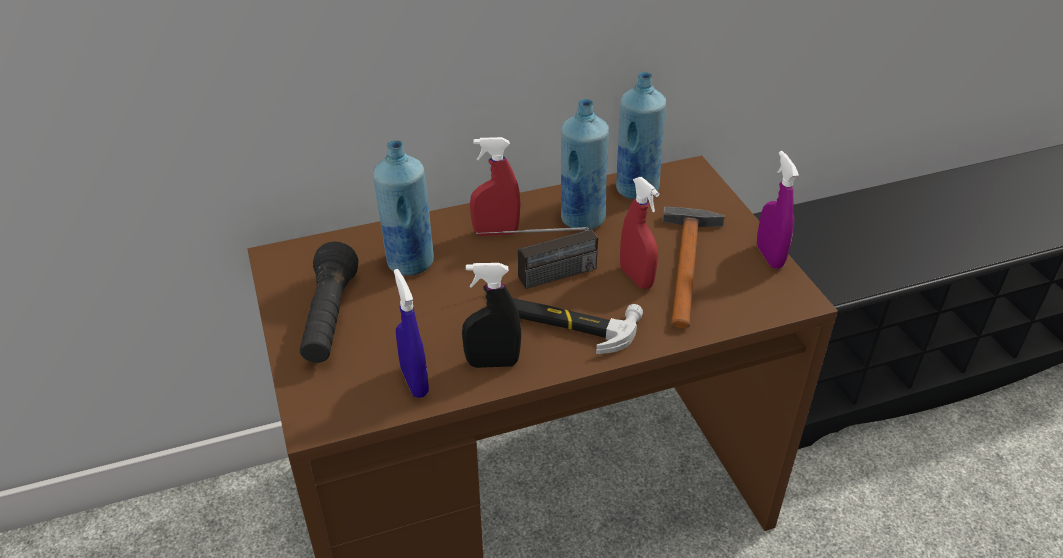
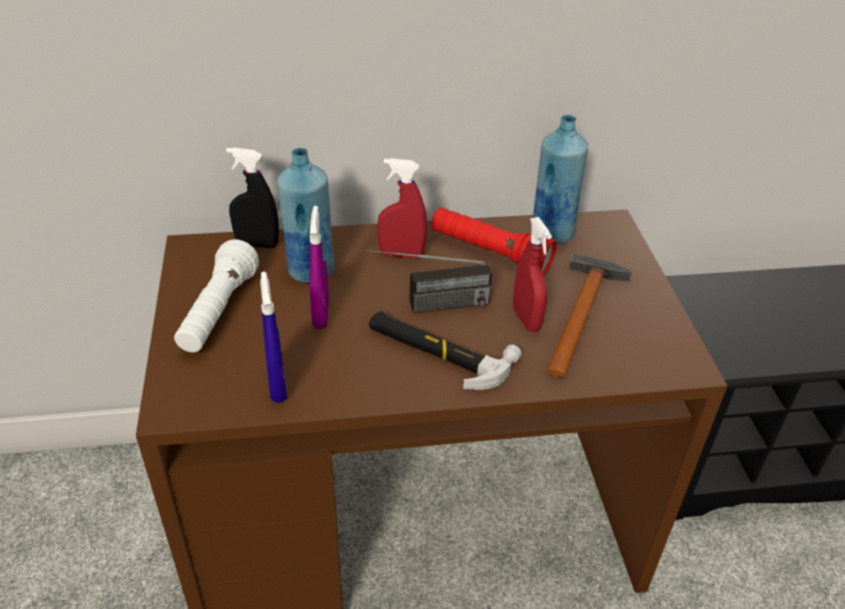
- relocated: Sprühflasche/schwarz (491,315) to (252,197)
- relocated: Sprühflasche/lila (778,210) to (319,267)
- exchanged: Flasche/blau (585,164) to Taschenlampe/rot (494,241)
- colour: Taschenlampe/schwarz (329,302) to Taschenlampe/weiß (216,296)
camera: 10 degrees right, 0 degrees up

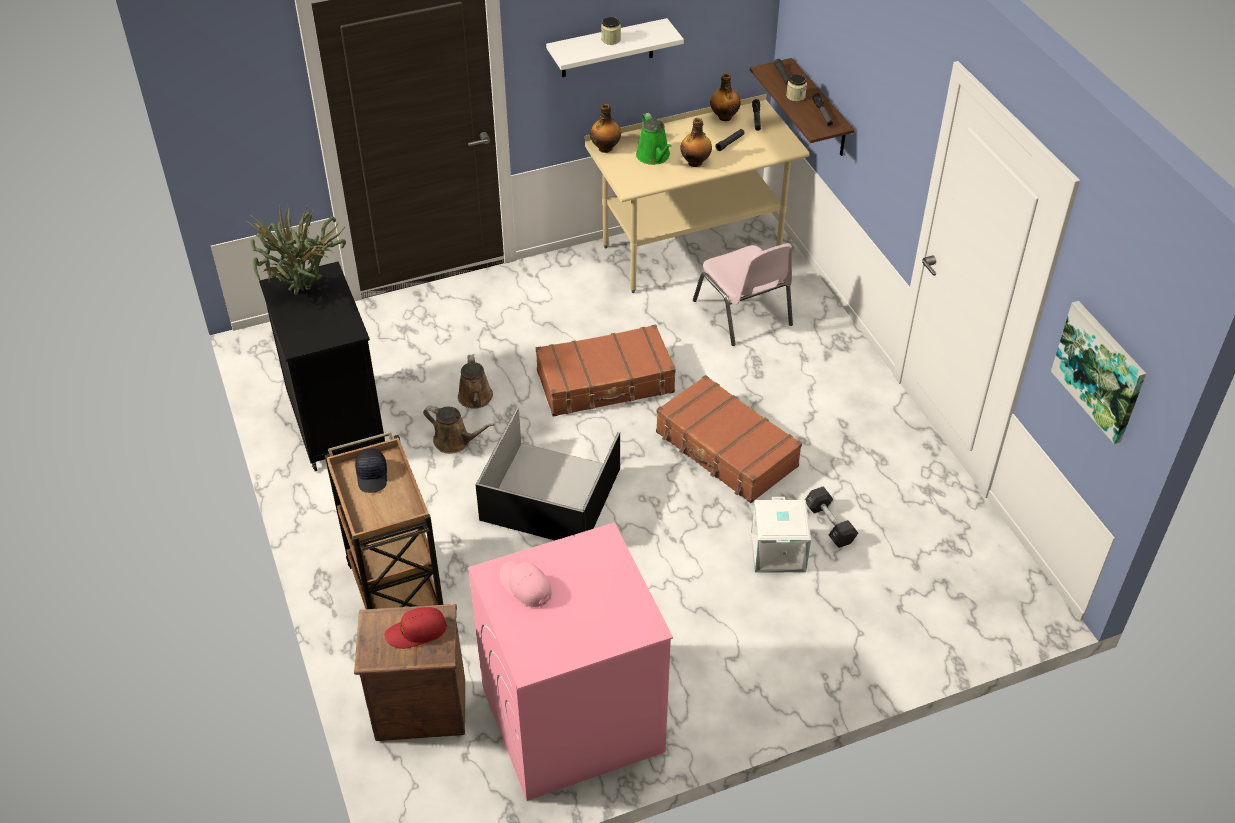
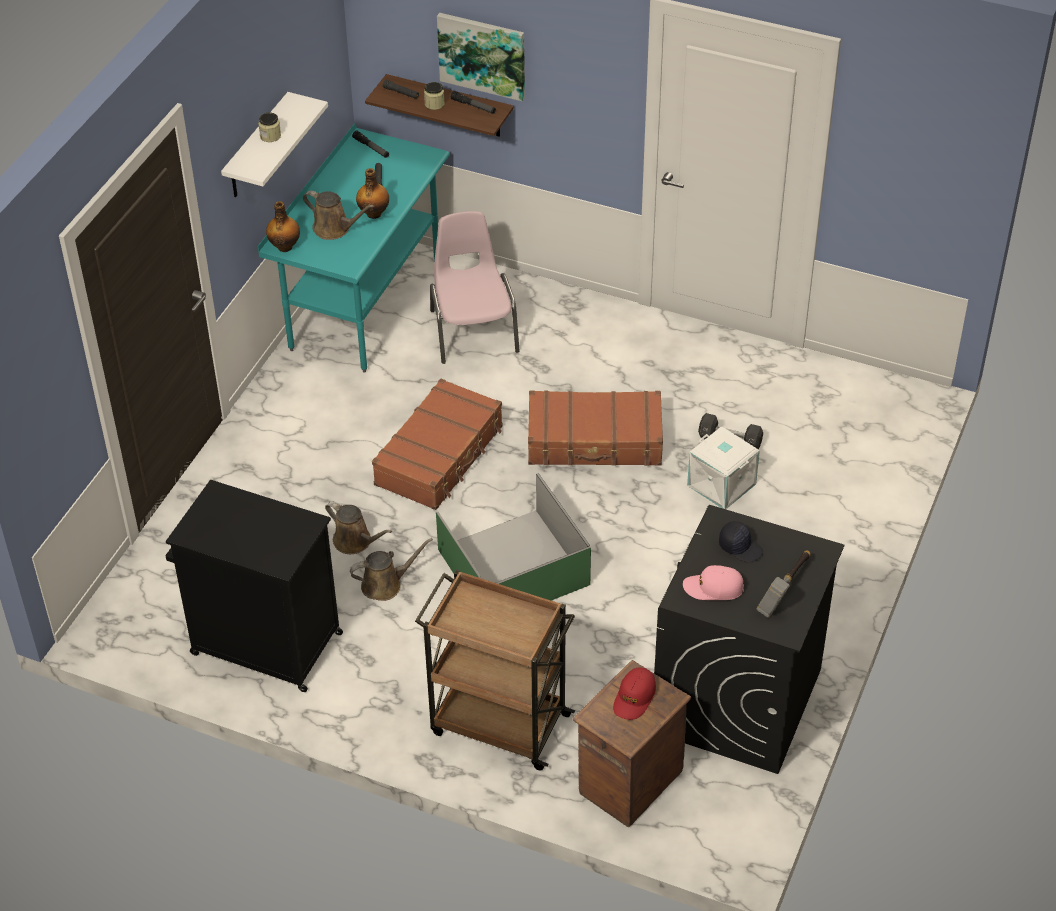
- missing: Topfpflanze (296,250)
- missing: Flasche (725,97)
- appeared: Hammer (783,584)
- relocated: Kappe/schwarz (371,470) to (741,542)
- relocated: Bild (1098,372) to (481,57)
- colour: Waschmaschine/rosa (570,661) to Waschmaschine/schwarz (749,639)
- colour: Aufbewahrungsbox/schwarz (547,474) to Aufbewahrungsbox/grün (513,537)
- colour: Schreibtisch/beige (697,193) to Schreibtisch/türkis (354,247)
- colour: Gießkanne/grün (654,139) to Gießkanne/braun (338,215)
- spun: Stuhl/rosa (743,294) = (475,287) 120 degrees counterclockwise
camera: 45 degrees left, 0 degrees up

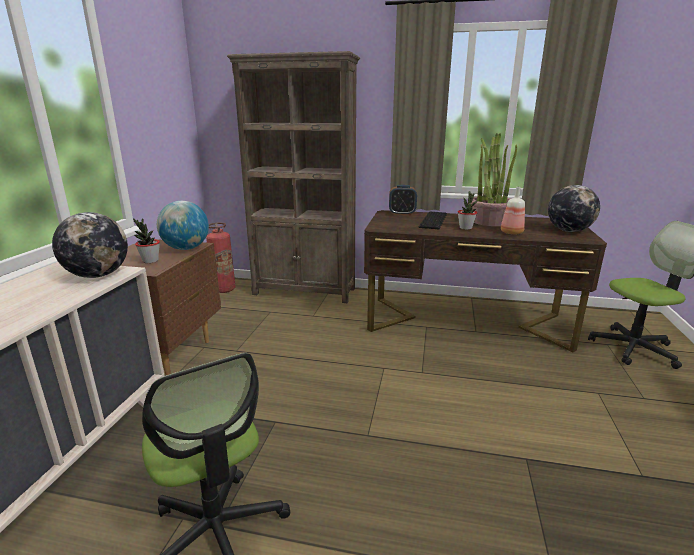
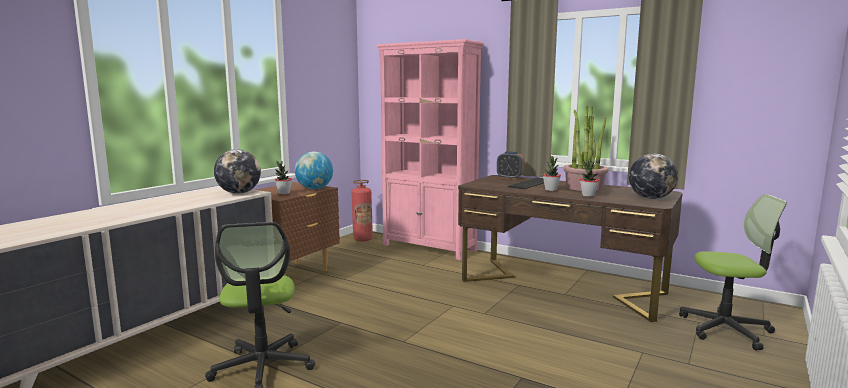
- exchanged: Flasche (513,211) to Topfpflanze (589,178)
- colour: Bücherregal/braun (293,177) to Bücherregal/rosa (430,149)
camera: 20 degrees right, 10 degrees down

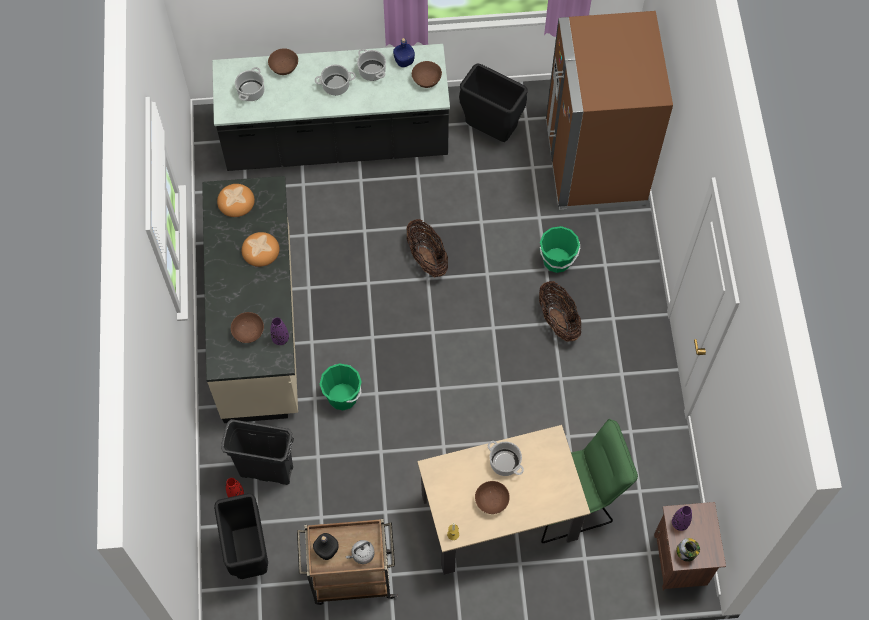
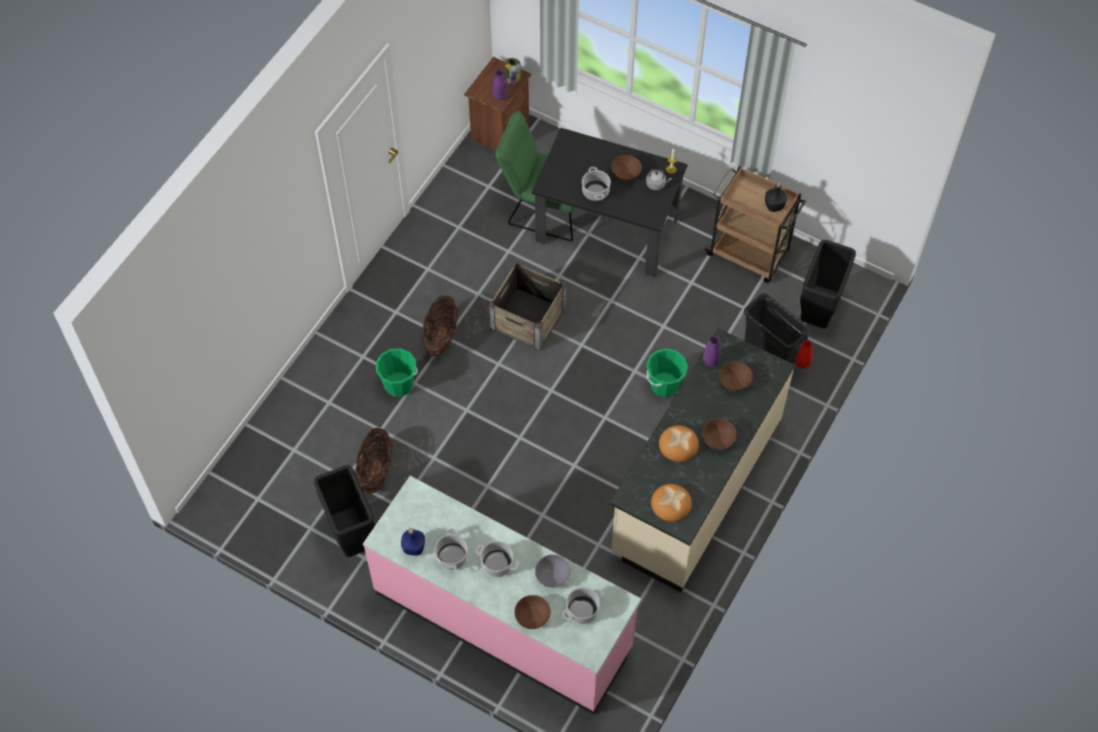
- missing: Kühlschrank/braun (609,111)
- appeared: Kiste (527,306)
- appeared: Schüssel/grau (553,571)
- relocated: Wasserkessel/grau (360,552) to (659,180)
- relocated: Korb (427,248) to (373,461)
- relocated: Schüssel/braun (427,74) to (719,434)
- colour: Küchenzeile/schwarz (331,107) to Küchenzeile/rosa (502,595)
- colour: Esstisch/beige (503,500) to Esstisch/schwarz (610,202)
camera: 145 degrees left, 5 degrees down

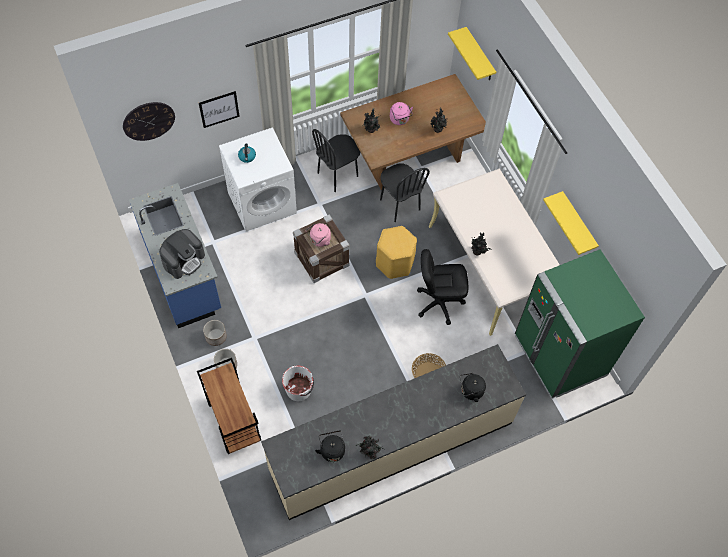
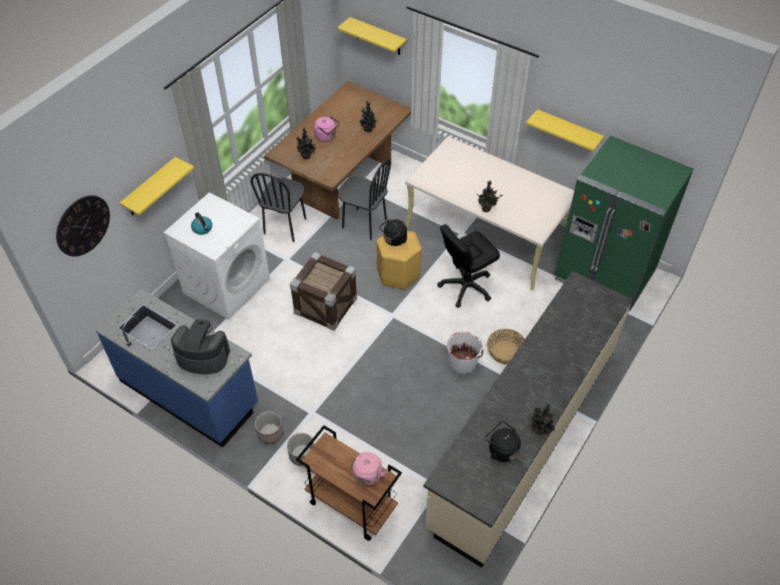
- relocated: Eimer/weiß (298,383) to (465,353)
- relocated: Wasserkessel/rosa (318,235) to (368,469)
- relocated: Wasserkessel/schwarz (473,387) to (393,232)
- exchanged: Bild (219,109) to Wandregal/gelb (157,186)
- spun: Kaffeemaschine (182,254) = (200,346) 90 degrees counterclockwise
camera: 30 degrees left, 10 degrees down

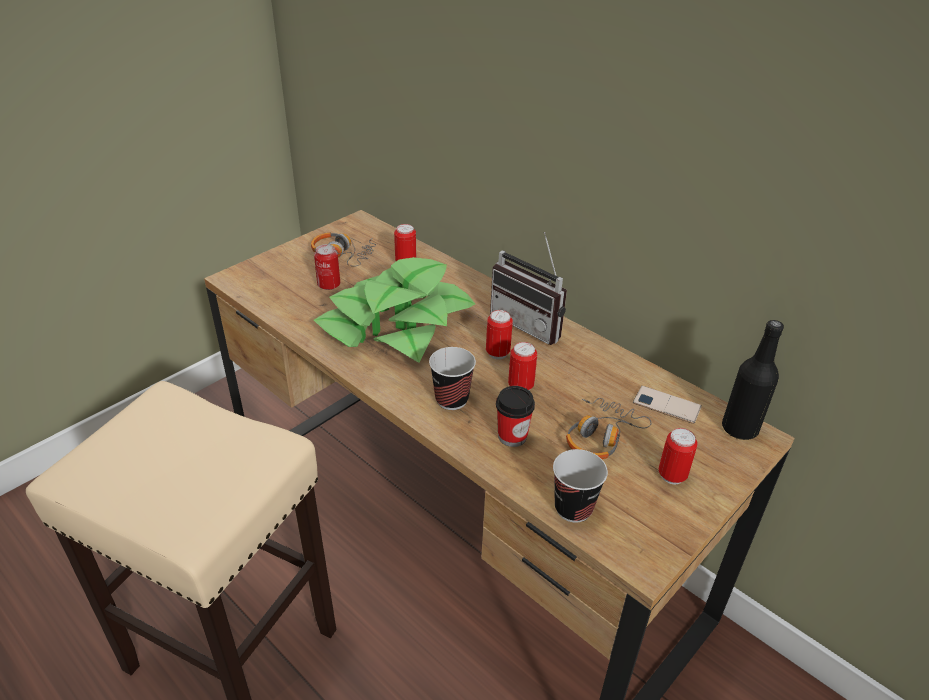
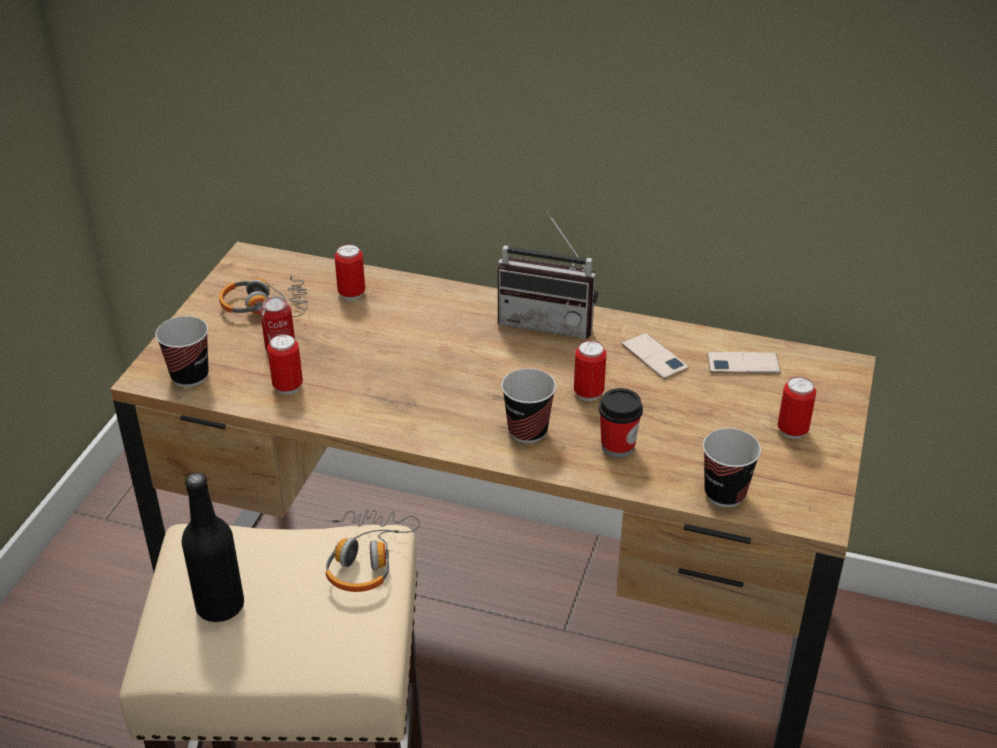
- missing: Topfpflanze (394,310)
- appeared: Tasse (182,351)
- appeared: Handy (655,356)
- relocated: Dose (499,334) to (285,364)
- relocated: Kopfhörer (608,428) to (372,551)
- relocated: Flasche/schwarz (753,380) to (213,547)
camera: 25 degrees left, 0 degrees up

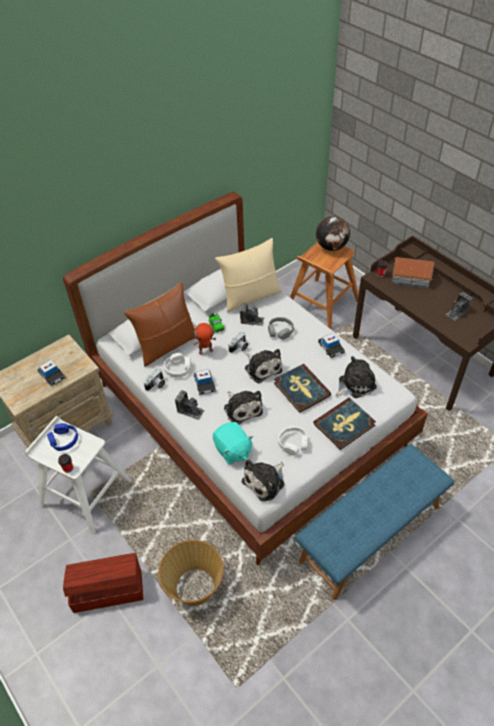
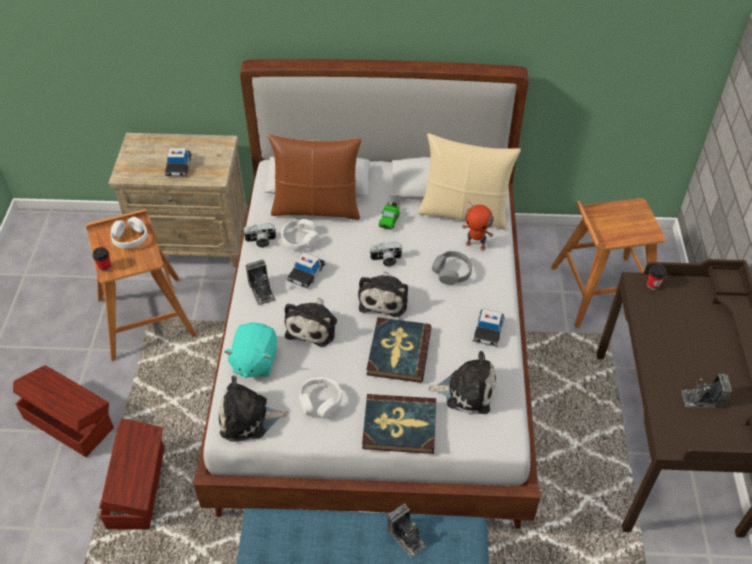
- missing: Globus (333,233)
- missing: Spielzeughaus (413,272)
- relocated: Spielzeugroboter (204,339) to (478,226)
- relocated: Kamera (252,314) to (407,531)
- exchanged: Korb (191,573) to Aufbewahrungsbox/braun (132,474)
- colour: Hocker/weiß (78,475) to Hocker/braun (141,285)
- colour: Kopfhörer/blau (62,437) to Kopfhörer/weiß (129,233)
camera: 40 degrees right, 0 degrees up

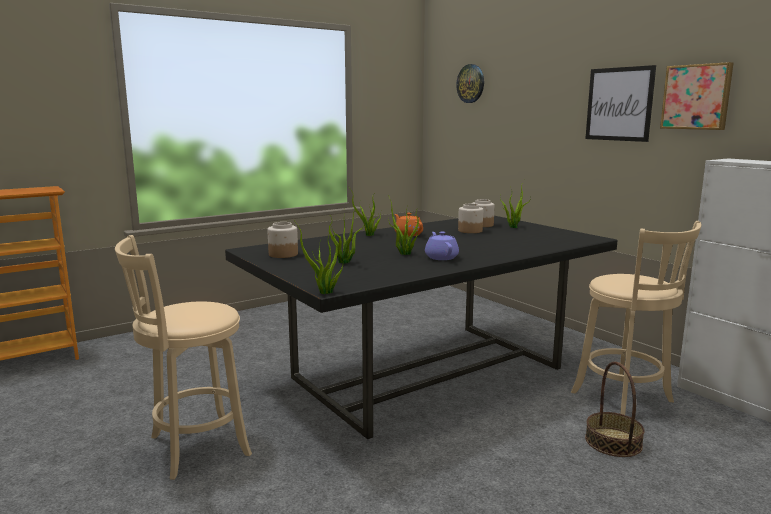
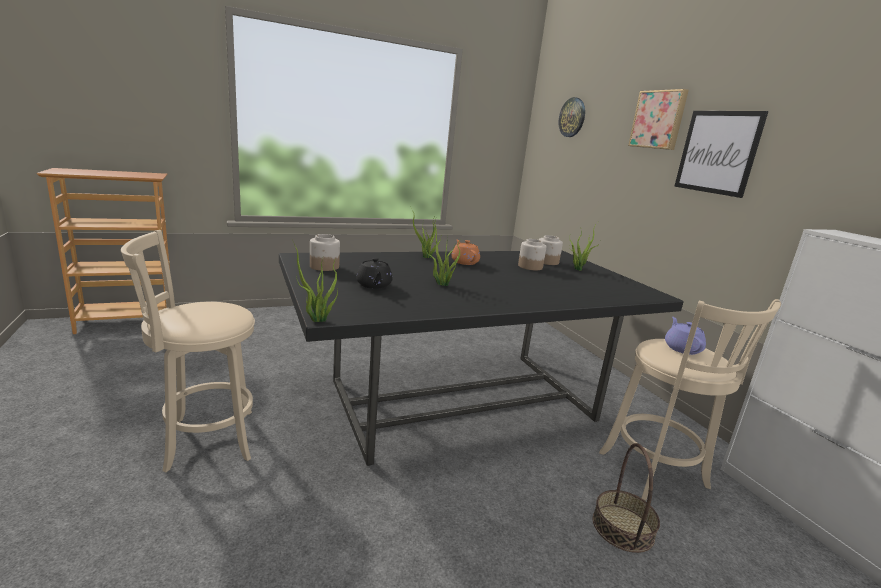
- relocated: Teekanne/lila (442,246) to (685,336)
- relocated: Bild (696,96) to (658,119)
- exchanged: Topfpflanze (346,236) to Teekanne/schwarz (374,273)
camera: 10 degrees right, 5 degrees up

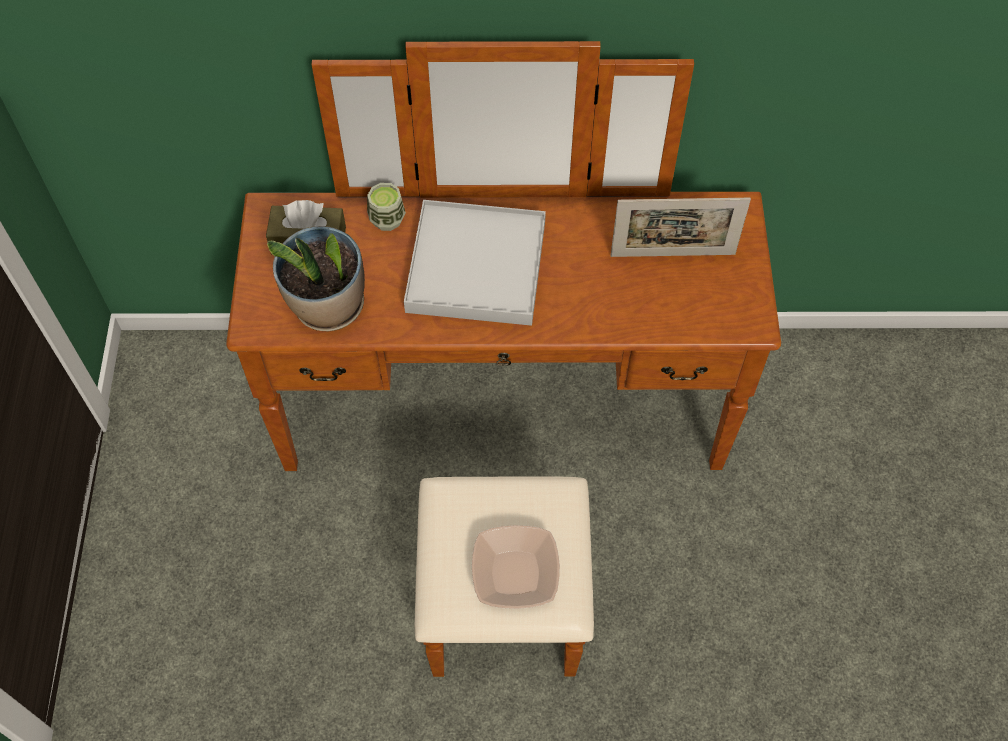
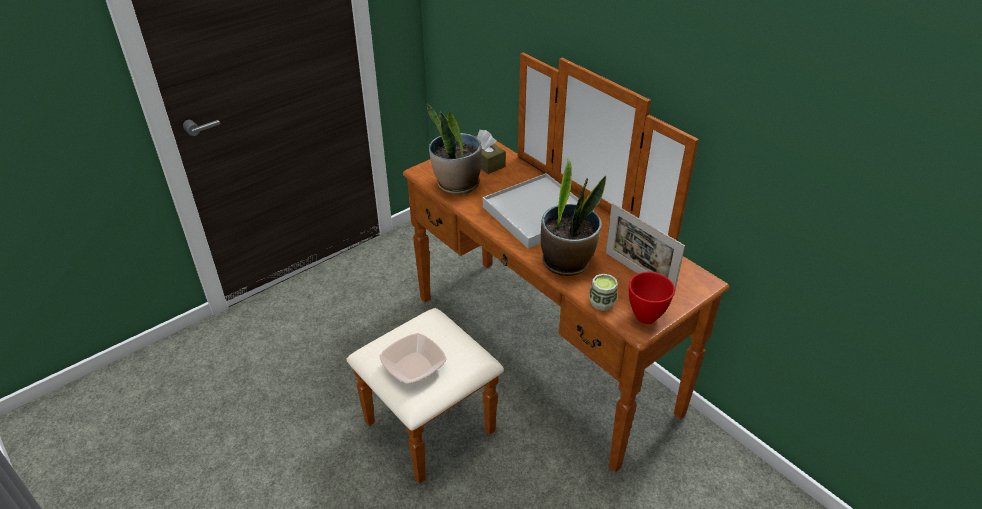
- appeared: Topfpflanze (573,216)
- appeared: Schüssel/rot (652,298)
- relocated: Tasse (386,207) to (603,292)
camera: 50 degrees right, 20 degrees down

